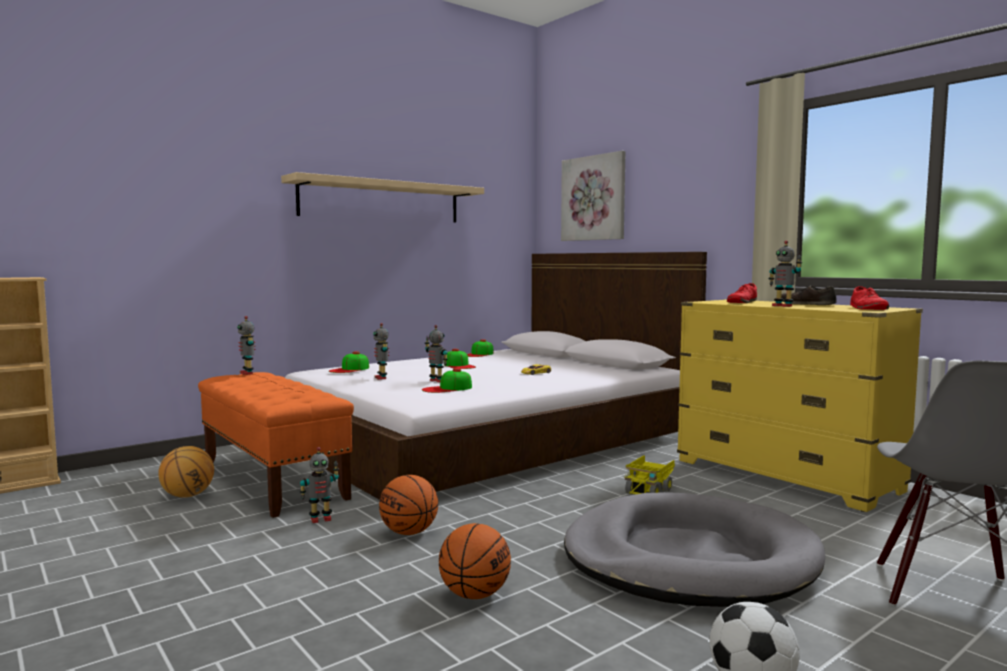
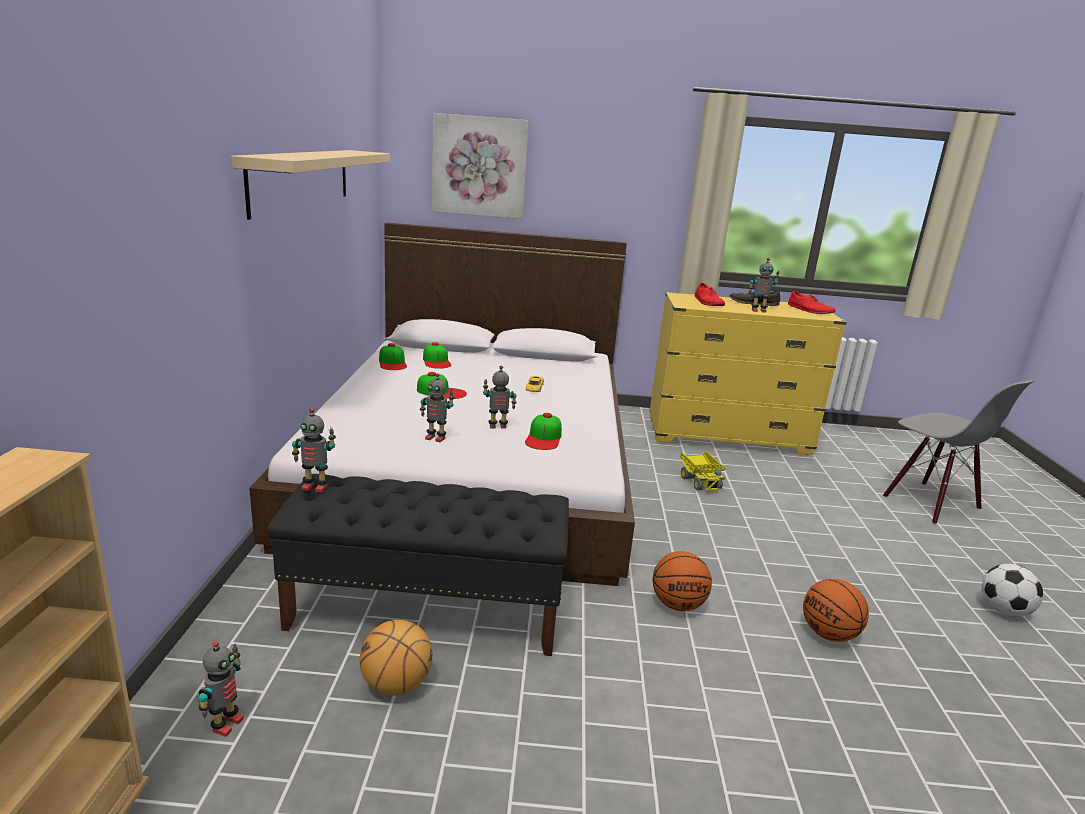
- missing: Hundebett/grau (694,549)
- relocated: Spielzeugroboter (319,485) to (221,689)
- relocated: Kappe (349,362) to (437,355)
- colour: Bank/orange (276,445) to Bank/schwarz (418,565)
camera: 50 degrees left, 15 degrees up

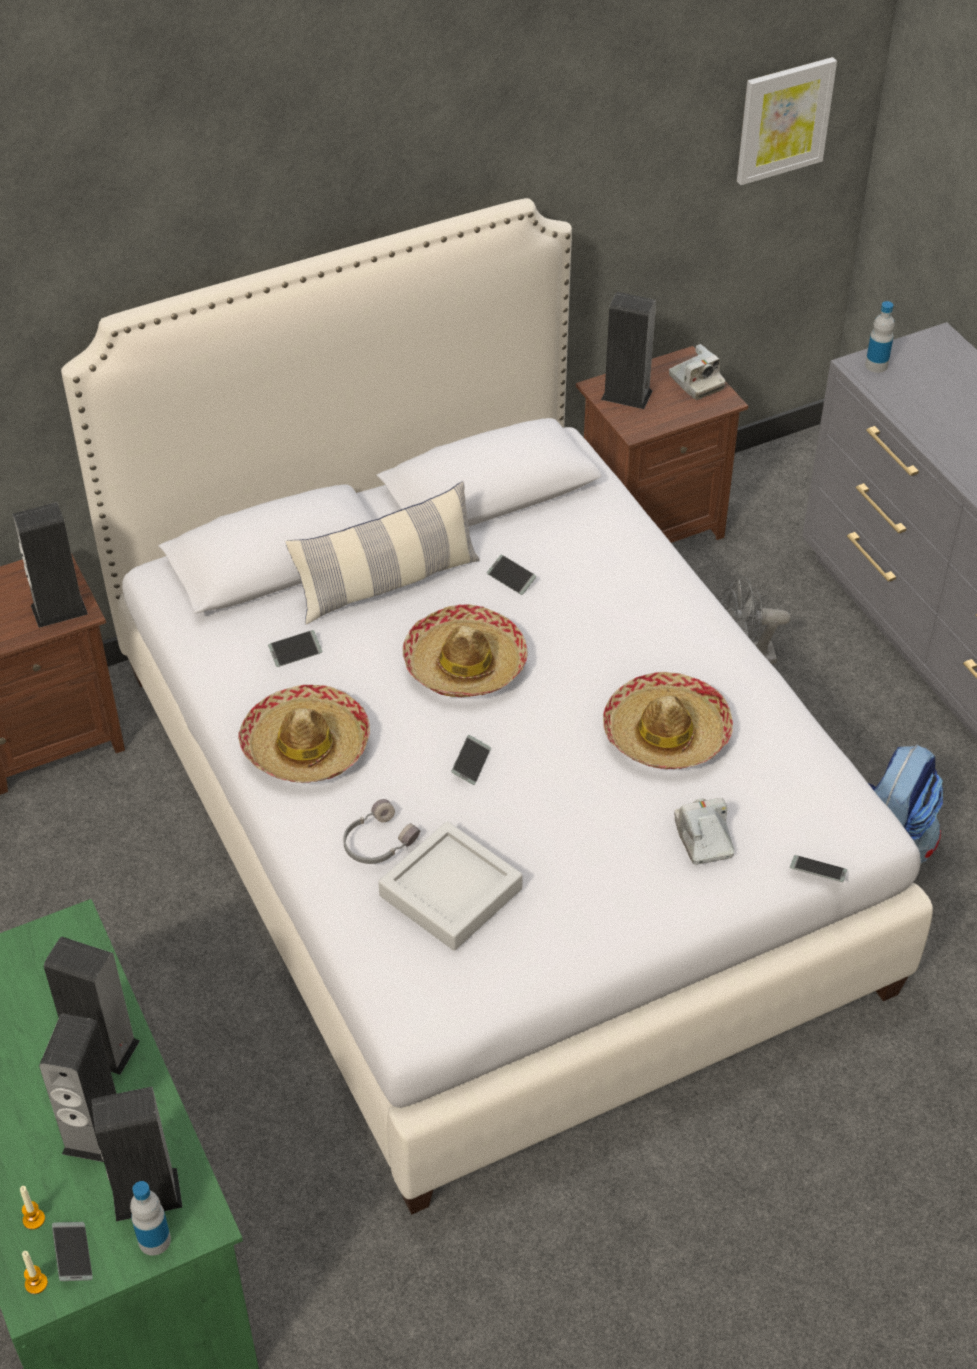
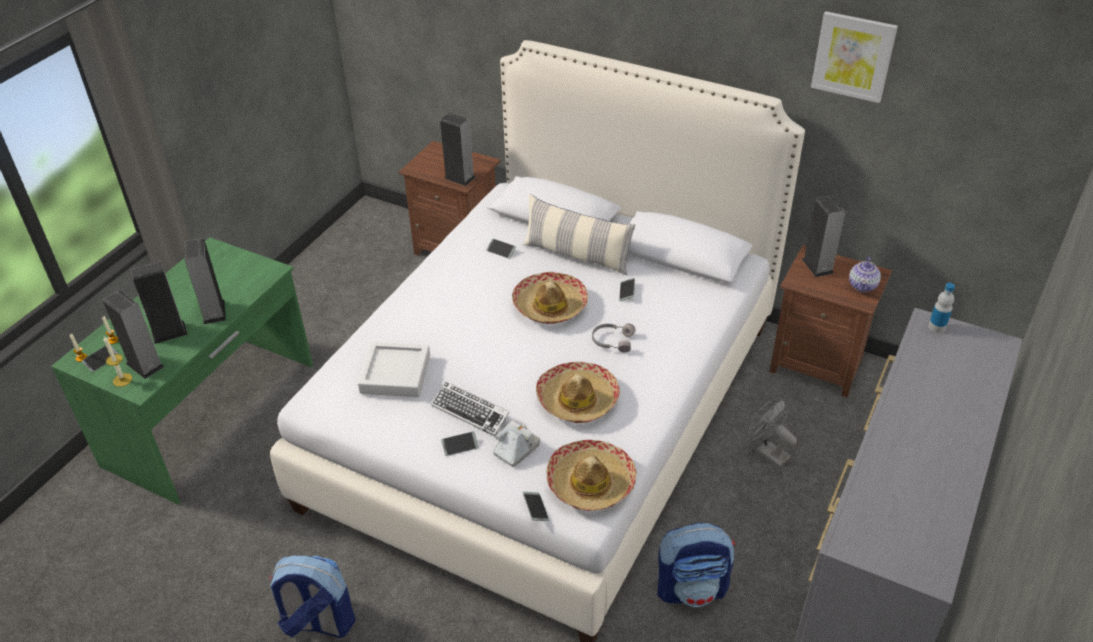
- appeared: Rucksack (312,597)
- appeared: Tastatur (470,409)
- relocated: Hut (304,734) to (591,475)
- relocated: Kopfhörer/grau (381,831) to (614,337)
- relocated: Handy (471,760) to (460,443)
- relocated: Bild (787,121) to (854,57)
- exchanged: Flasche (150,1218) to Kerze (118,361)
- exchanged: Kamera (697,372) to Teekanne (865,274)
camera: 55 degrees right, 5 degrees down

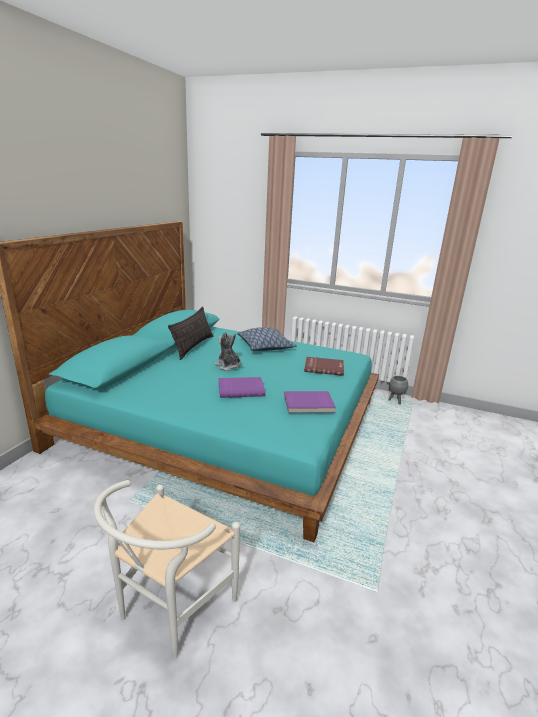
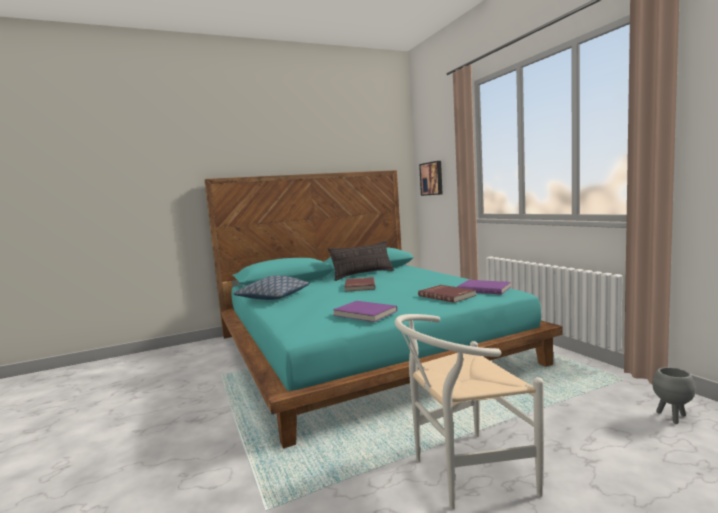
- appeared: Bild (431,178)
- relocated: Stuhl/weiß (167,569) to (469,411)
- relocated: Buch/lila (241,387) to (484,287)
- relocated: Kissen (267,339) to (271,288)
- relocated: Pflanzkübel/grau (398,390) to (674,395)
- exchanged: Plüschtier (228,351) to Buch/rot (359,284)
camera: 45 degrees right, 15 degrees down

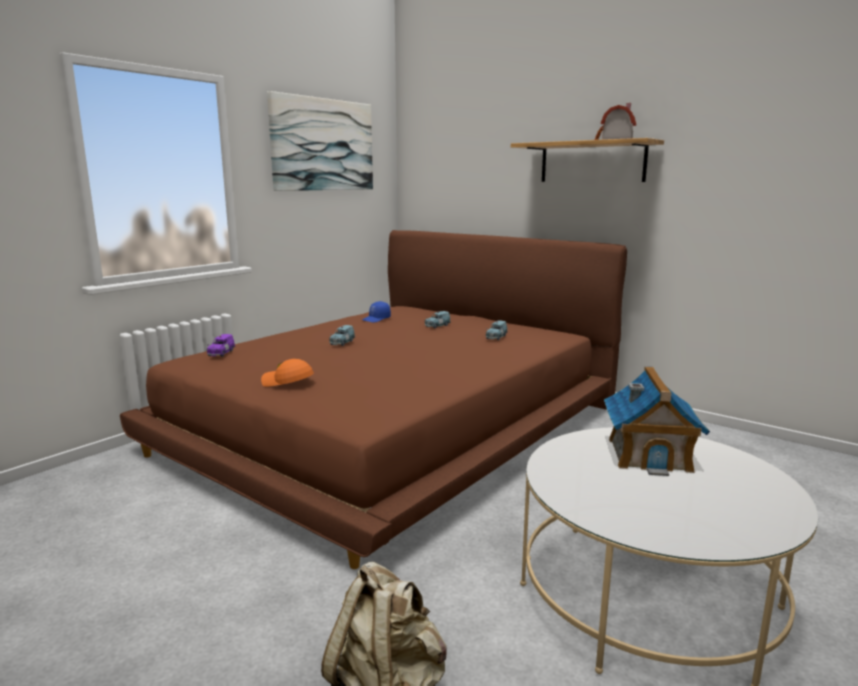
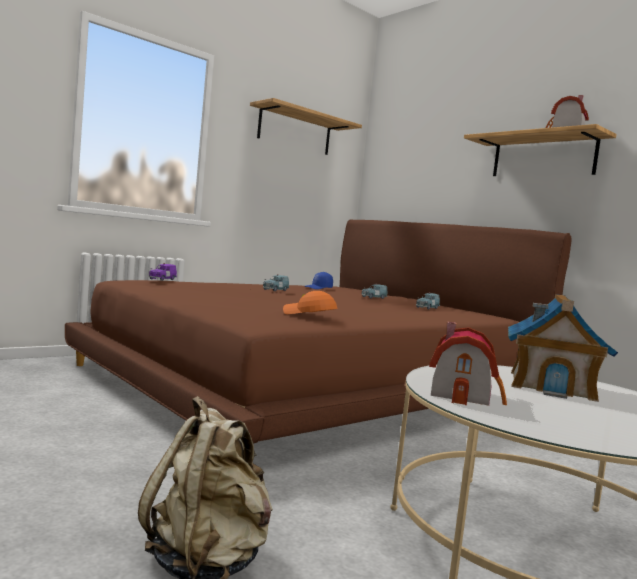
- appeared: Spielzeughaus (468,364)
- relocated: Kappe/orange (287,373) to (310,302)
- exchanged: Bild (320,141) to Wandregal (306,126)
camera: 10 degrees right, 10 degrees down

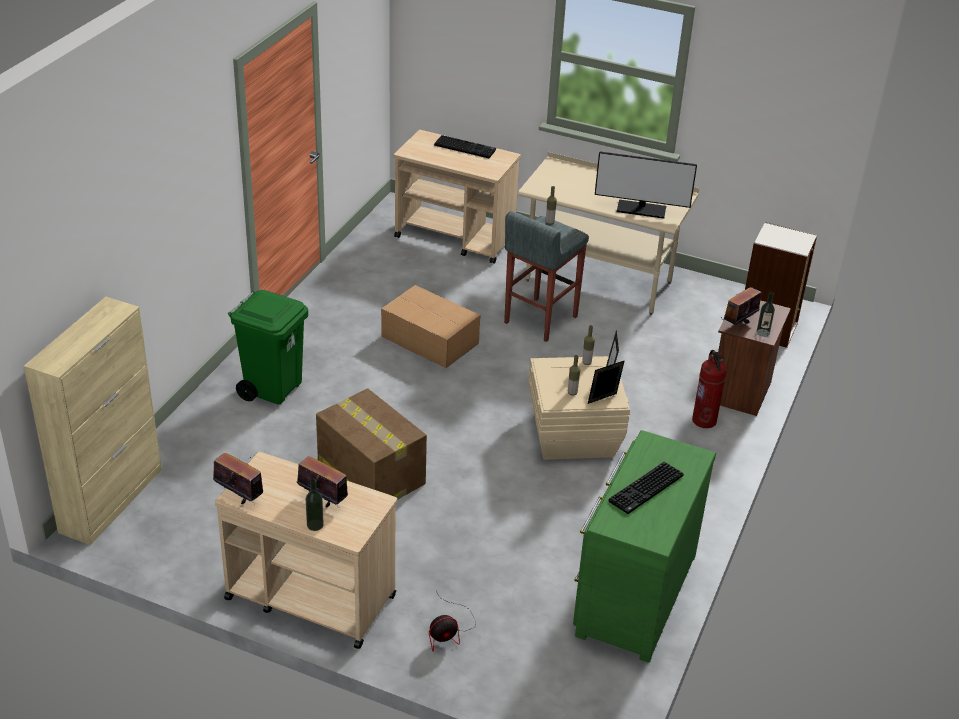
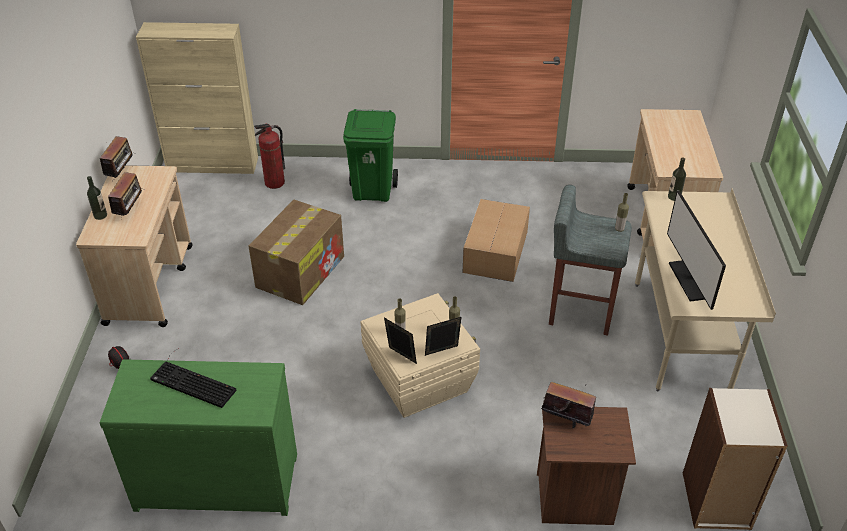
- missing: Tastatur (465,146)
- relocated: Feuerlöscher (709,389) to (269,156)
- relocated: Flasche (766,314) to (677,179)
camera: 70 degrees right, 5 degrees up

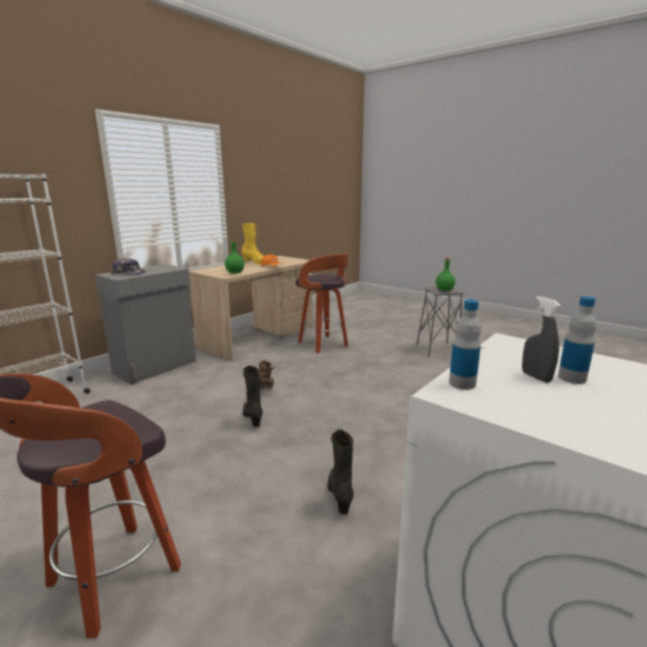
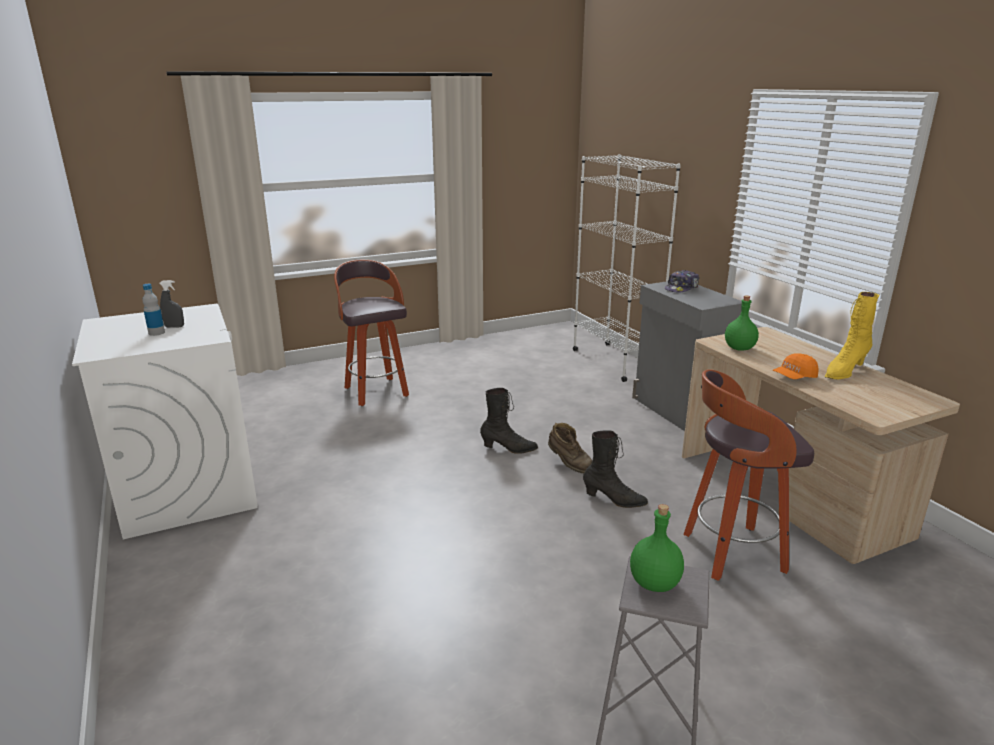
- missing: Flasche (465,344)
- relocated: Stiefel/schwarz (341,471) to (615,469)
camera: 115 degrees right, 5 degrees up

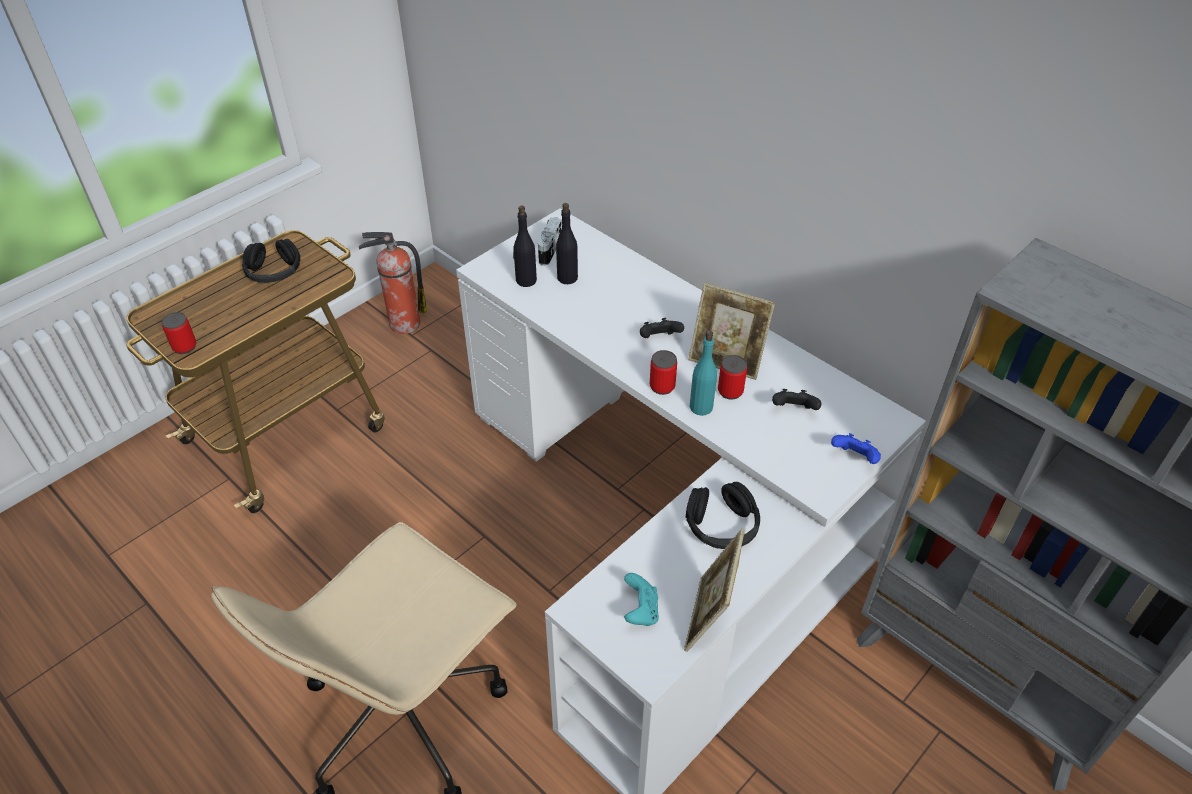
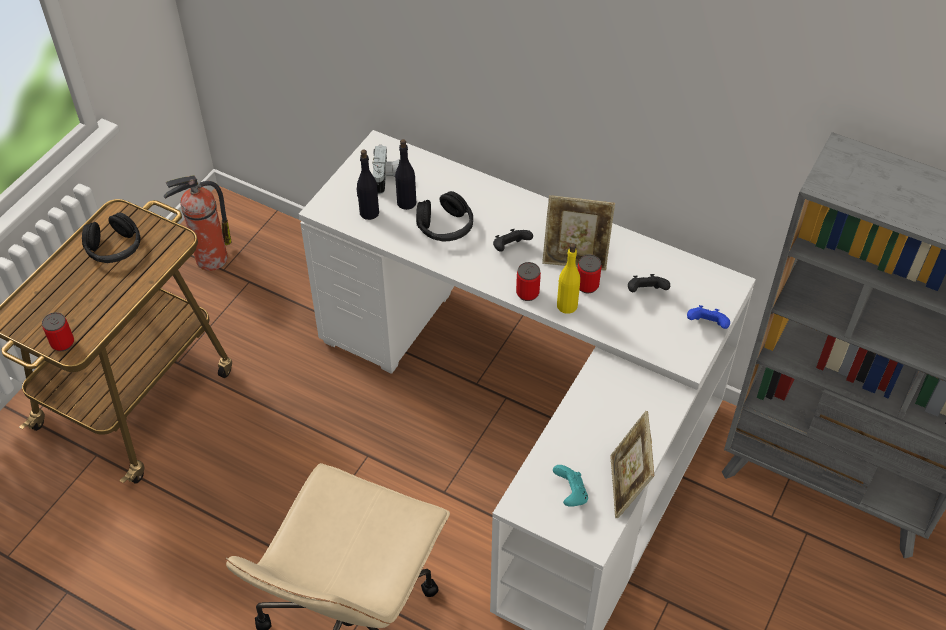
- relocated: Kopfhörer/schwarz (723,515) to (444,216)
- colour: Flasche/türkis (703,373) to Flasche/gelb (568,278)
camera: 15 degrees left, 5 degrees up

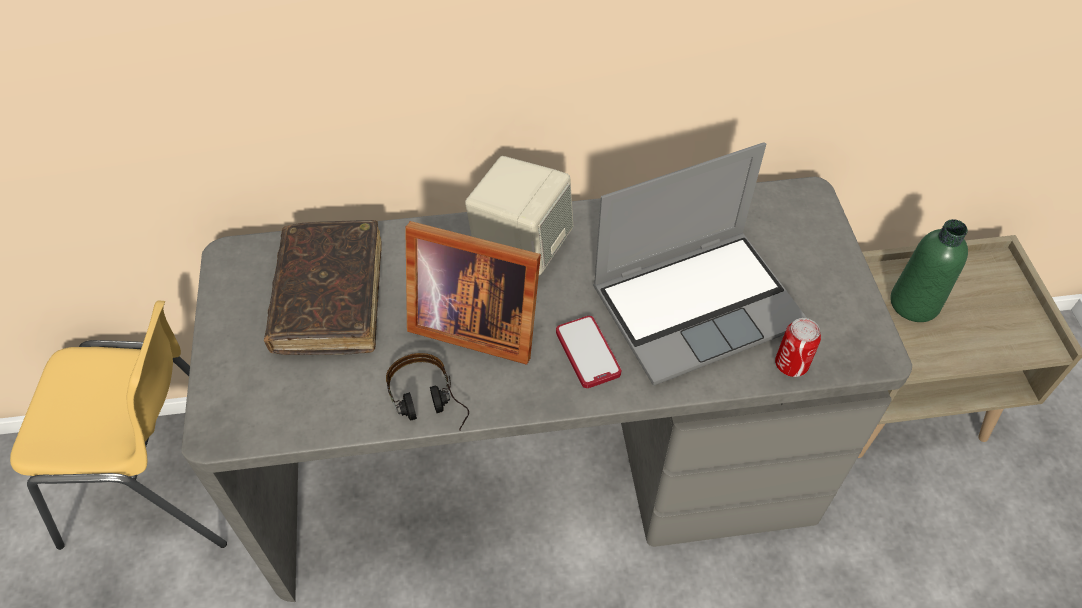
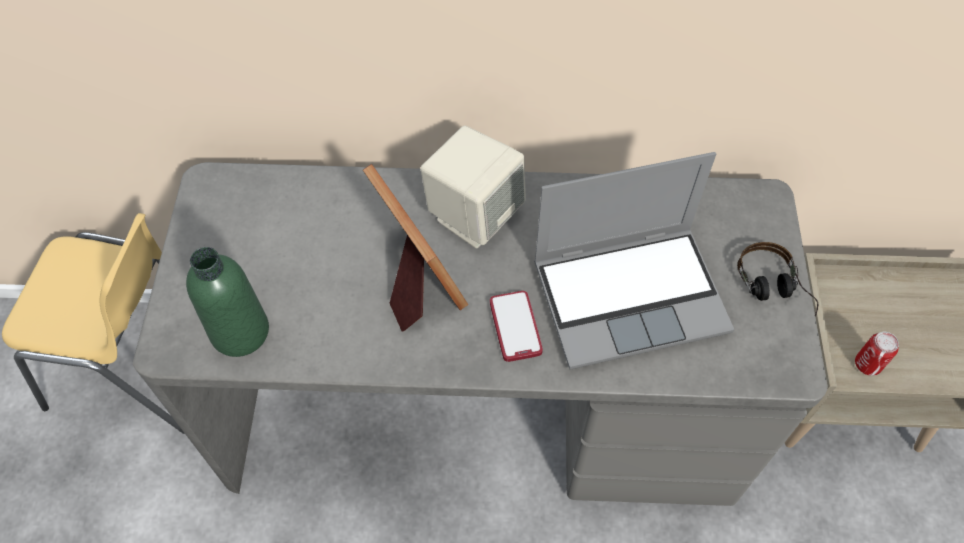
- missing: Buch/braun (323,287)
- relocated: Kopfhörer (427,392) to (777,279)
- relocated: Dose (798,347) to (877,354)
- relocated: Flasche/grün (929,270) to (227,302)
- spun: Bilderrahmen (473,293) = (415,248) 150 degrees counterclockwise
camera: 10 degrees right, 5 degrees up

